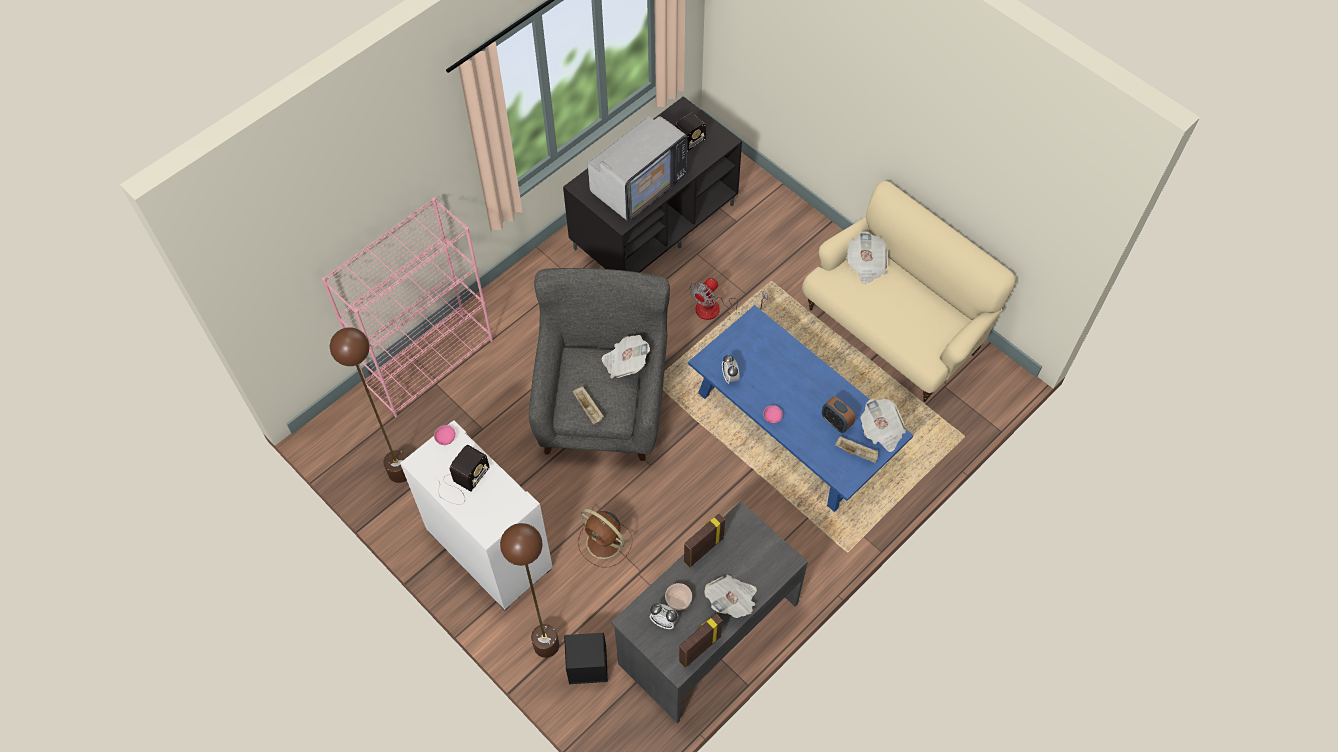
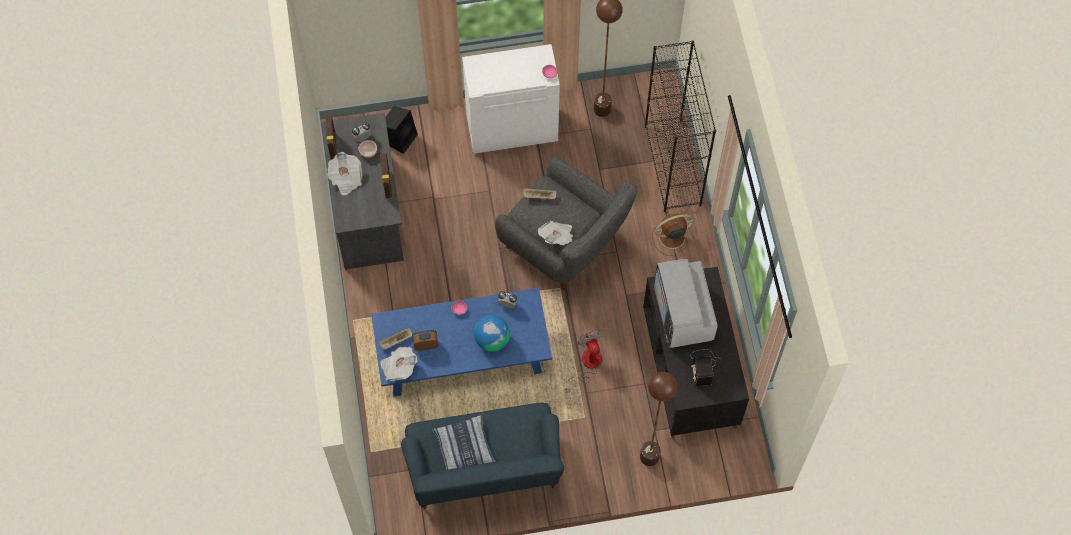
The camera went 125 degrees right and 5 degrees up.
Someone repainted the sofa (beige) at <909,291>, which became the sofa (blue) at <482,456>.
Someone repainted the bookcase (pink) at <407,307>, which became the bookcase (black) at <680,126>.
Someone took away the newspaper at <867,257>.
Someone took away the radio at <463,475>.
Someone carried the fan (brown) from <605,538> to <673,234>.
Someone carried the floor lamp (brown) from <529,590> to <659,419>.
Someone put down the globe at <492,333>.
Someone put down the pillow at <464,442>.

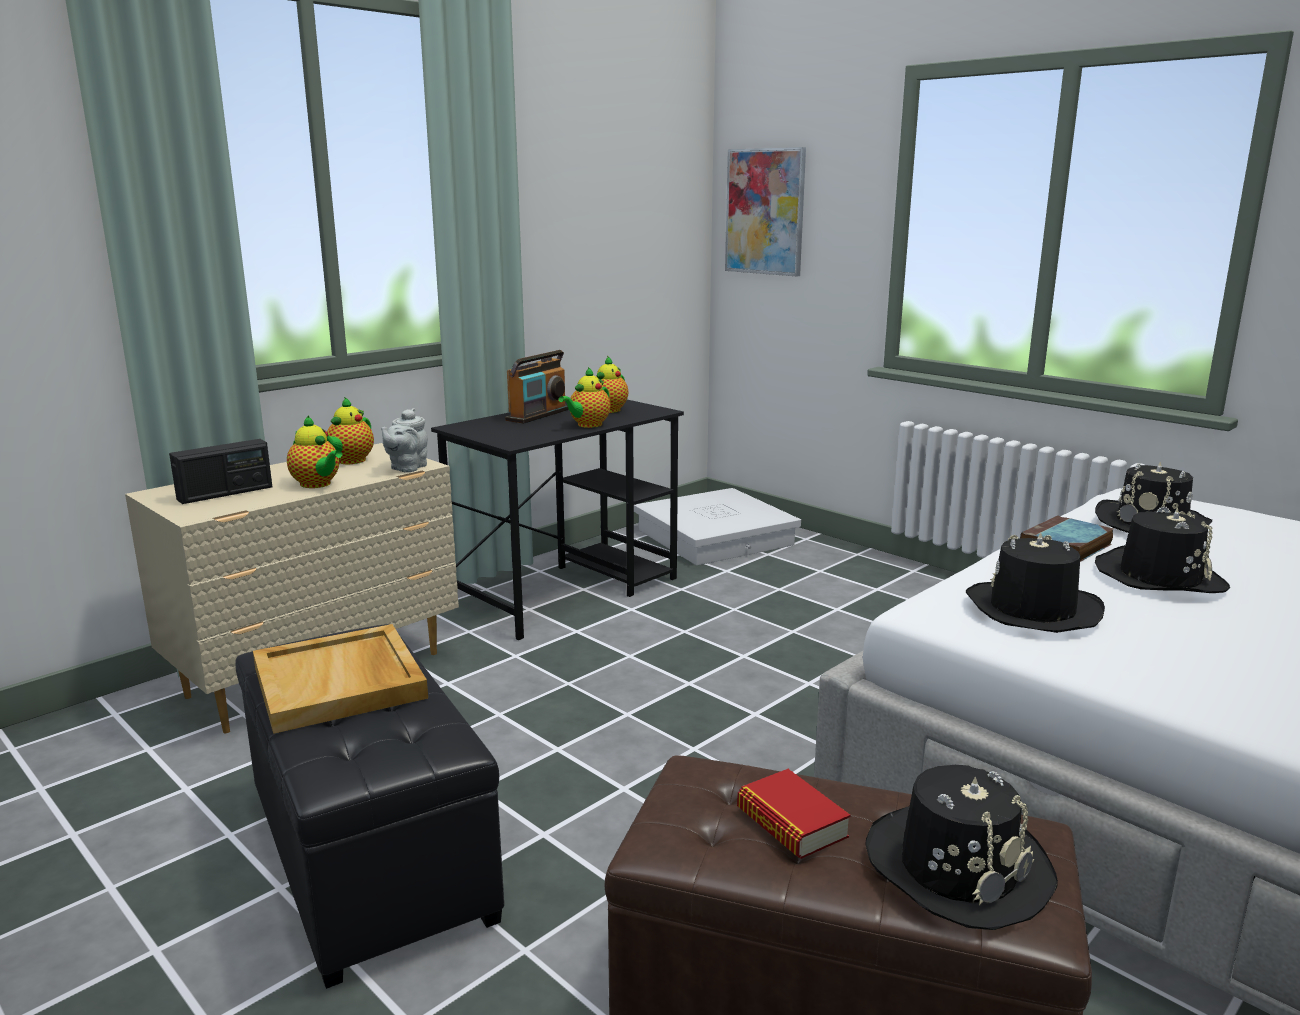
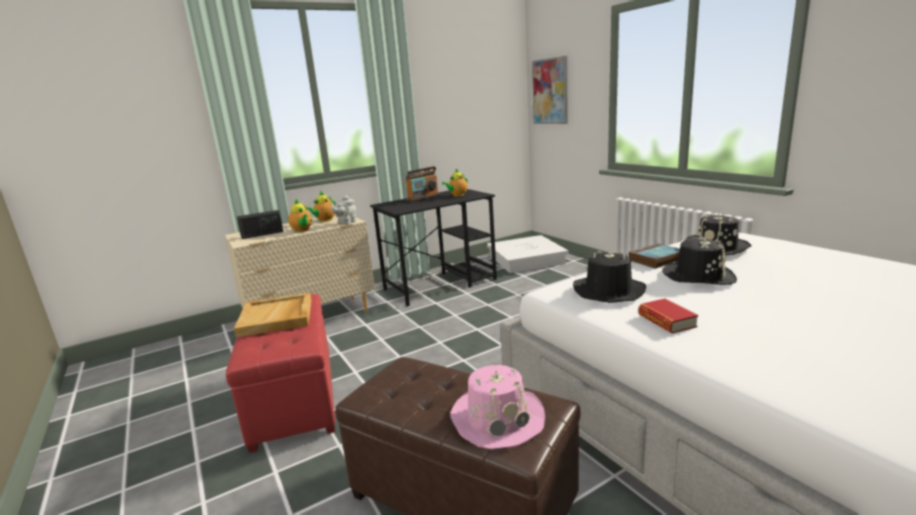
The camera went 15 degrees right and 0 degrees up.
Someone took away the teapot at <585,397>.
Someone repainted the ottoman (black) at <369,806>, which became the ottoman (red) at <280,373>.
Someone repainted the hat (black) at <961,847>, which became the hat (pink) at <497,407>.
Someone carried the book from <794,814> to <668,315>.

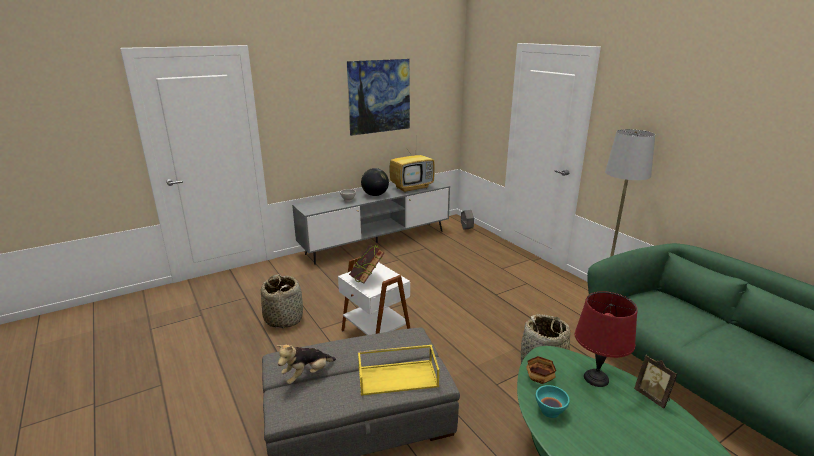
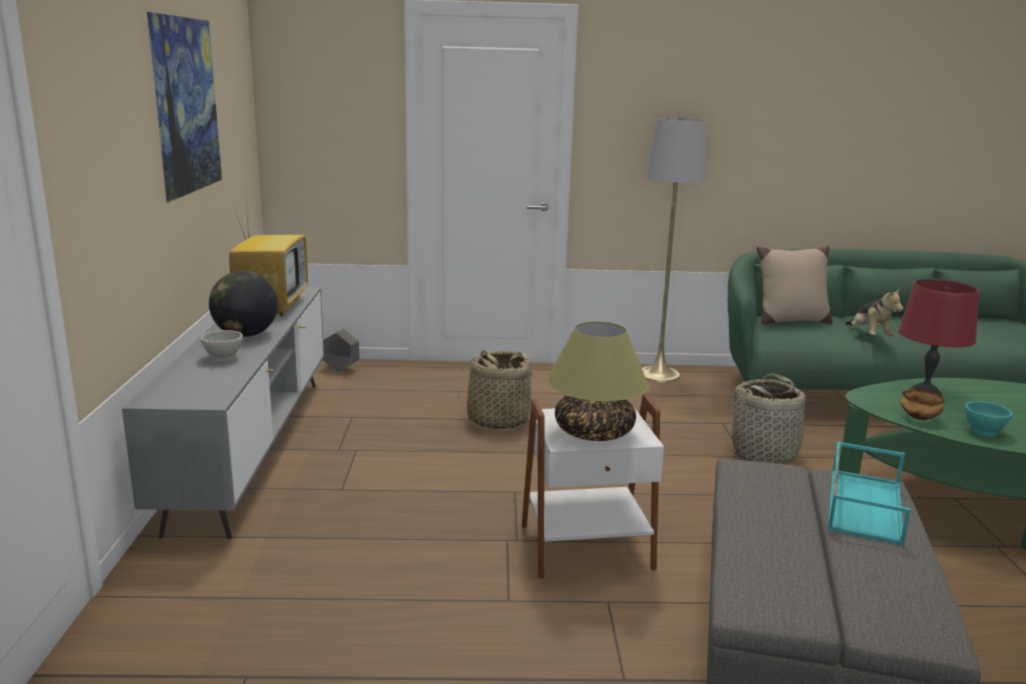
The camera went 60 degrees left and 5 degrees down.
Someone swapped the book at <367,264> for the table lamp at <598,381>.
Someone carried the basket from <282,301> to <496,389>.
Someone carried the plush toy from <306,364> to <874,312>.
Someone repainted the tray (yellow) at <398,370>, which became the tray (turquoise) at <869,493>.
Someone took away the picture frame at <655,382>.
Someone put down the pillow (beige) at <794,285>.

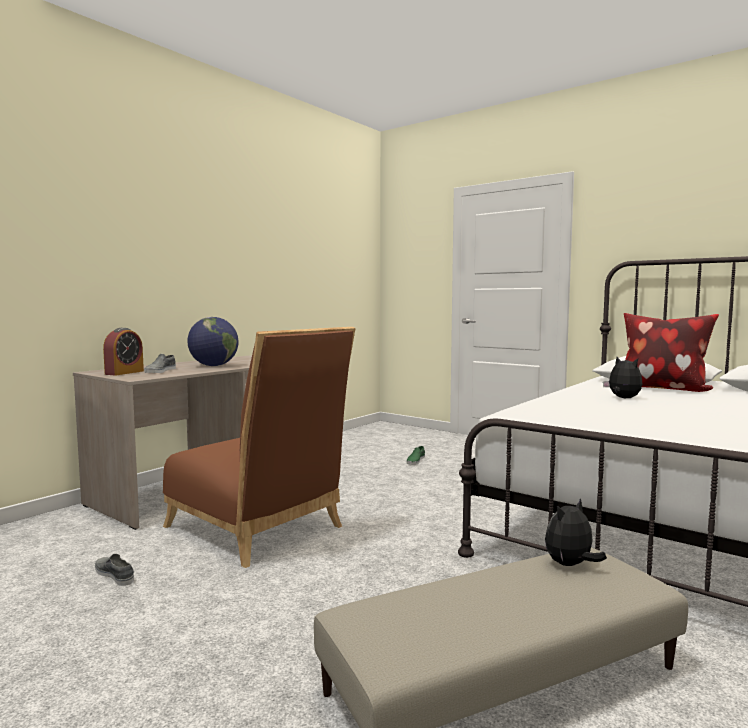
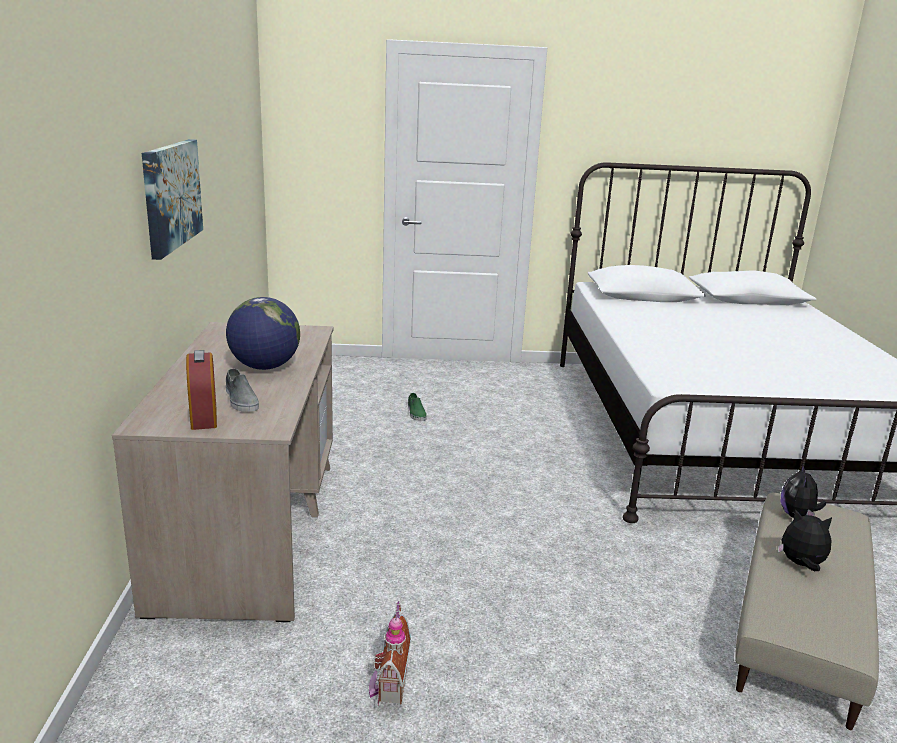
The camera went 40 degrees left and 15 degrees up.
Someone took away the pillow at <671,352>.
Someone took away the chair (brown) at <259,447>.
Someone carried the plush toy from <622,377> to <805,540>.
Someone swapped the shoe (grey) at <114,570> for the toy house at <390,653>.
Someone put up the picture at <172,199>.

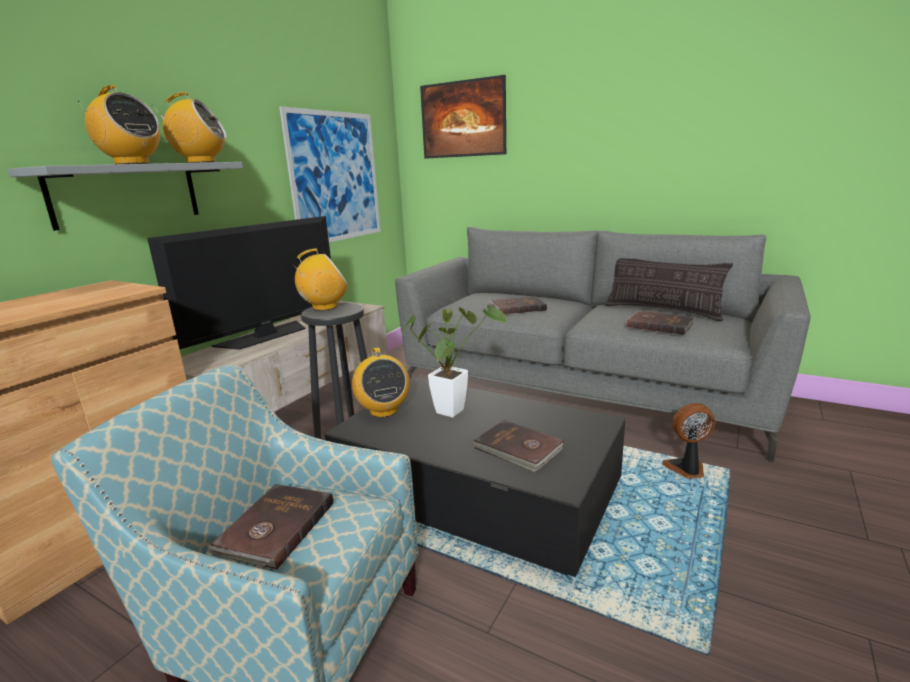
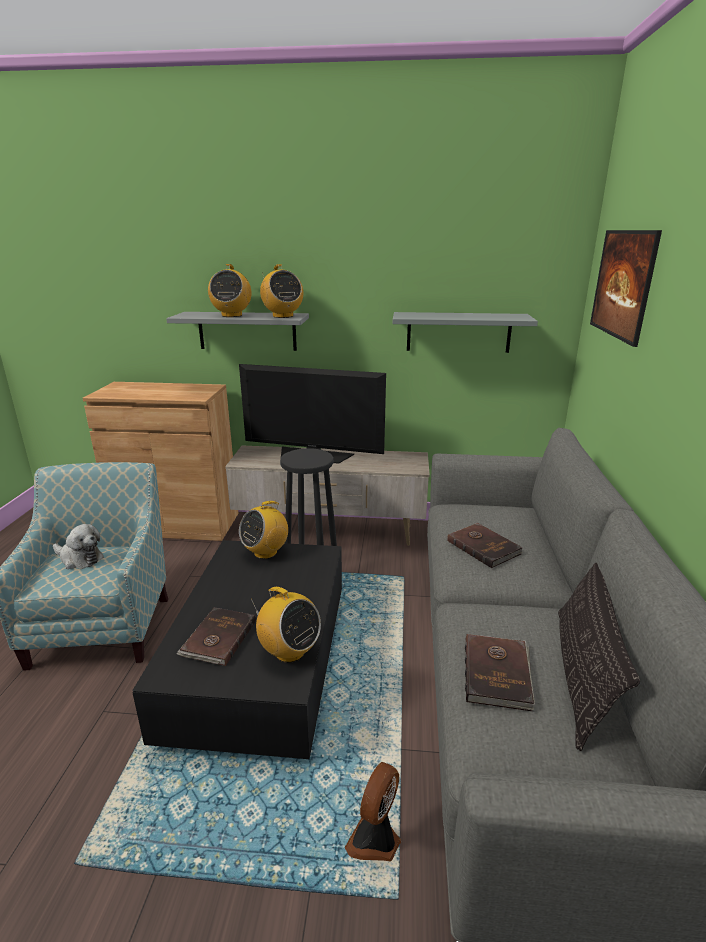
The camera went 65 degrees right and 5 degrees up.
Someone swapped the picture at <329,174> for the shelf (grey) at <465,332>.
Someone carried the radio from <321,280> to <286,625>.
Someone took away the potted plant at <454,360>.
Someone rotated the fan at <688,441> by 120 degrees counterclockwise.
Someone swapped the book (brown) at <269,527> for the plush toy at <78,546>.

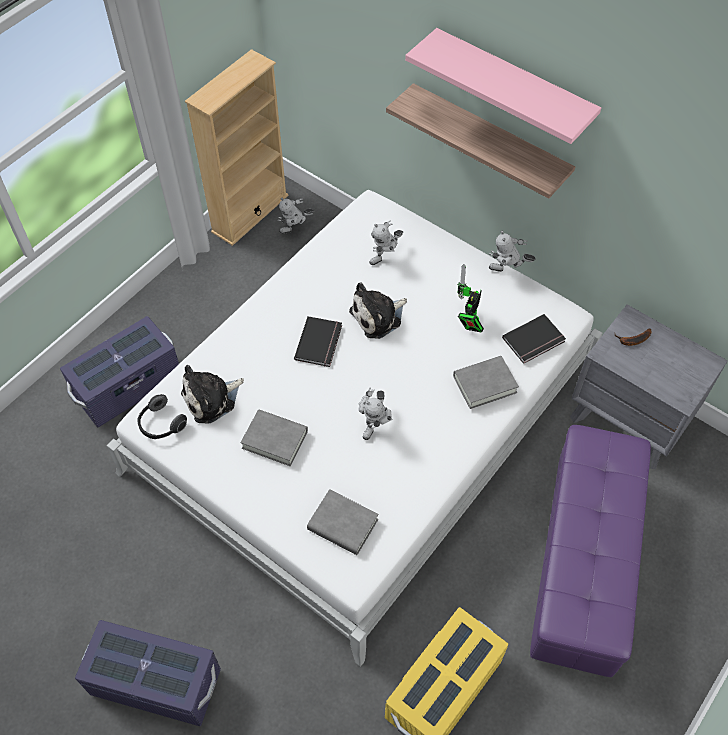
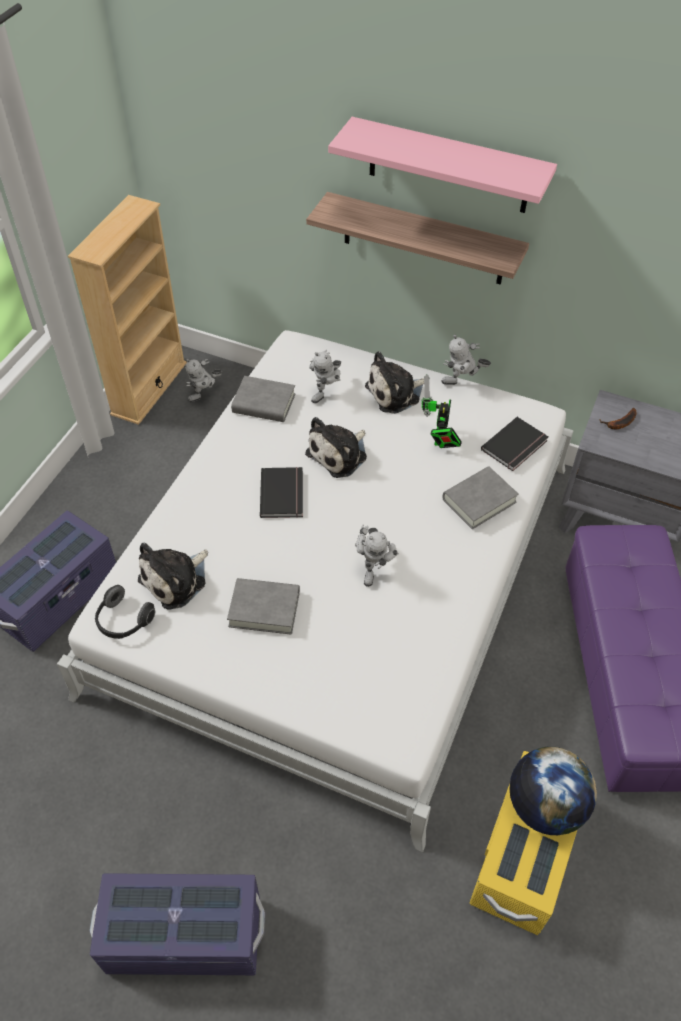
The camera went 15 degrees left and 5 degrees down.
Someone carried the book (grey) from <342,522> to <263,399>.
Someone put down the plush toy at <394,382>.
Someone put down the globe at <553,791>.

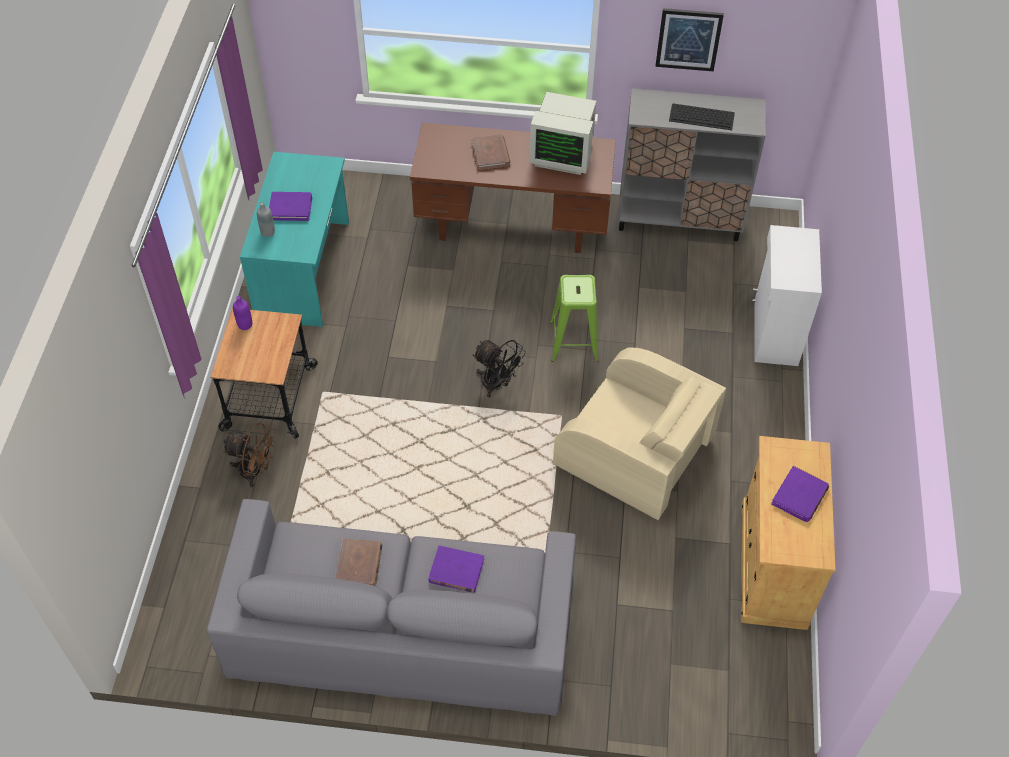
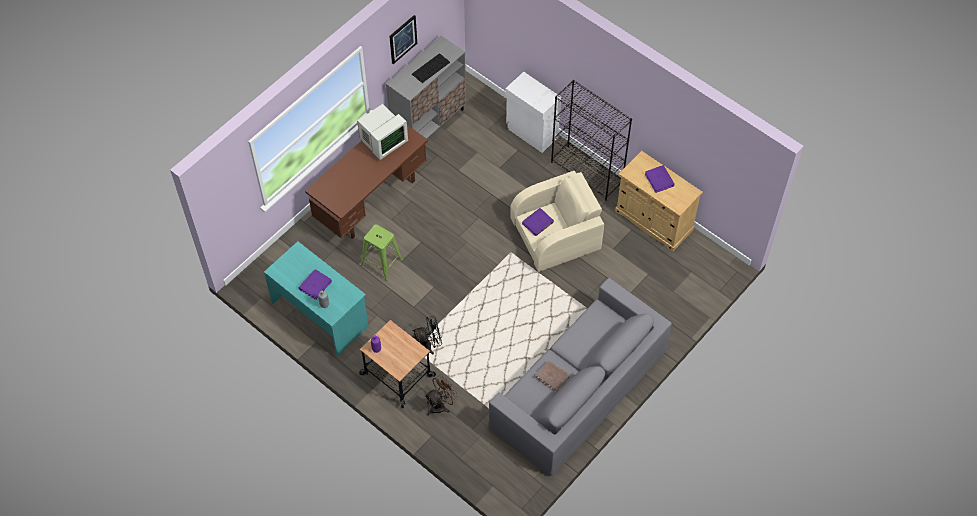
The camera went 55 degrees left and 5 degrees up.
Someone took away the book (brown) at <490,152>.
Someone carried the stool (green) from <574,318> to <382,252>.
Someone carried the fan (black) from <499,369> to <427,335>.
Someone carried the book (purple) from <456,569> to <538,222>.
Someone put down the bookcase (black) at <591,140>.

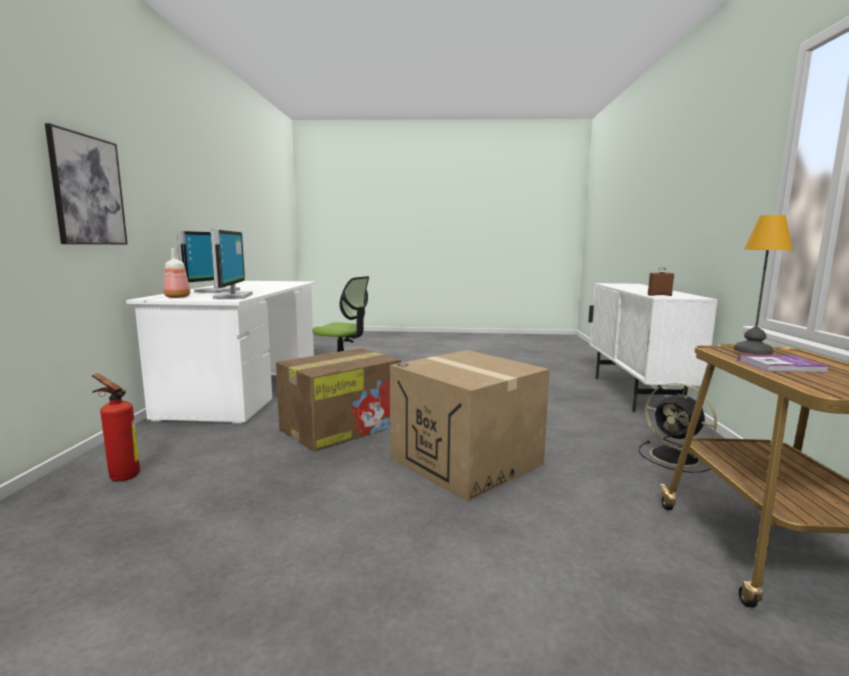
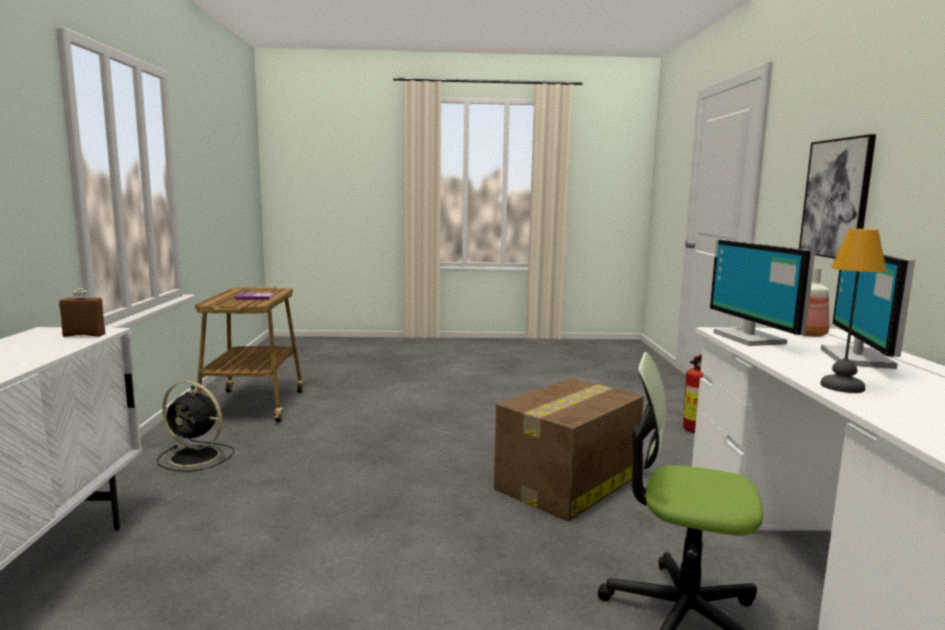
The camera went 175 degrees right and 0 degrees up.
Someone carried the table lamp from <763,285> to <853,311>.
Someone took away the cardboard box at <470,426>.
Someone rotated the fan (black) at <677,428> by 150 degrees clockwise.

